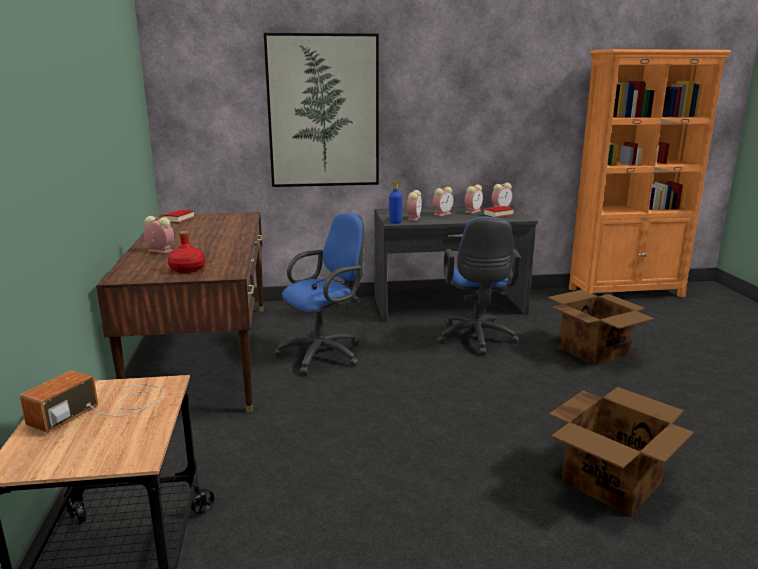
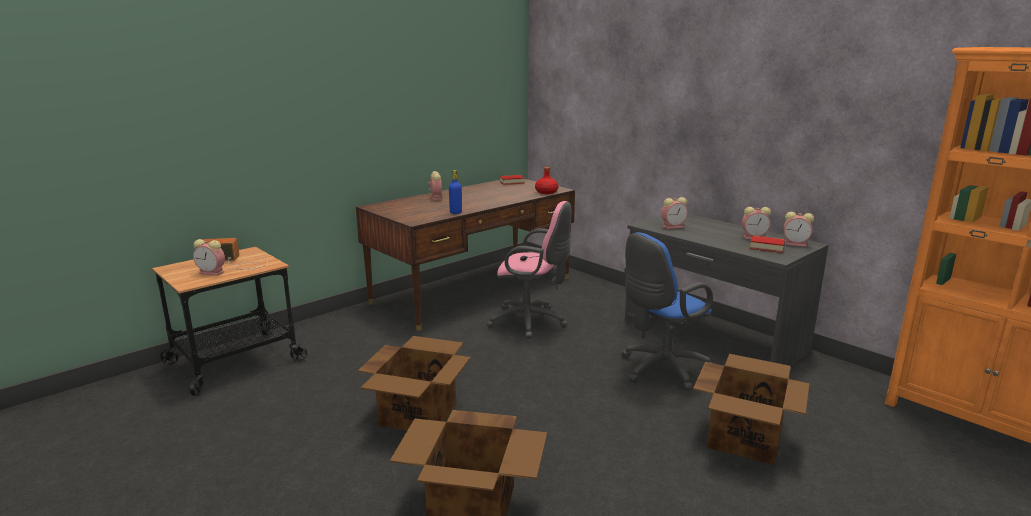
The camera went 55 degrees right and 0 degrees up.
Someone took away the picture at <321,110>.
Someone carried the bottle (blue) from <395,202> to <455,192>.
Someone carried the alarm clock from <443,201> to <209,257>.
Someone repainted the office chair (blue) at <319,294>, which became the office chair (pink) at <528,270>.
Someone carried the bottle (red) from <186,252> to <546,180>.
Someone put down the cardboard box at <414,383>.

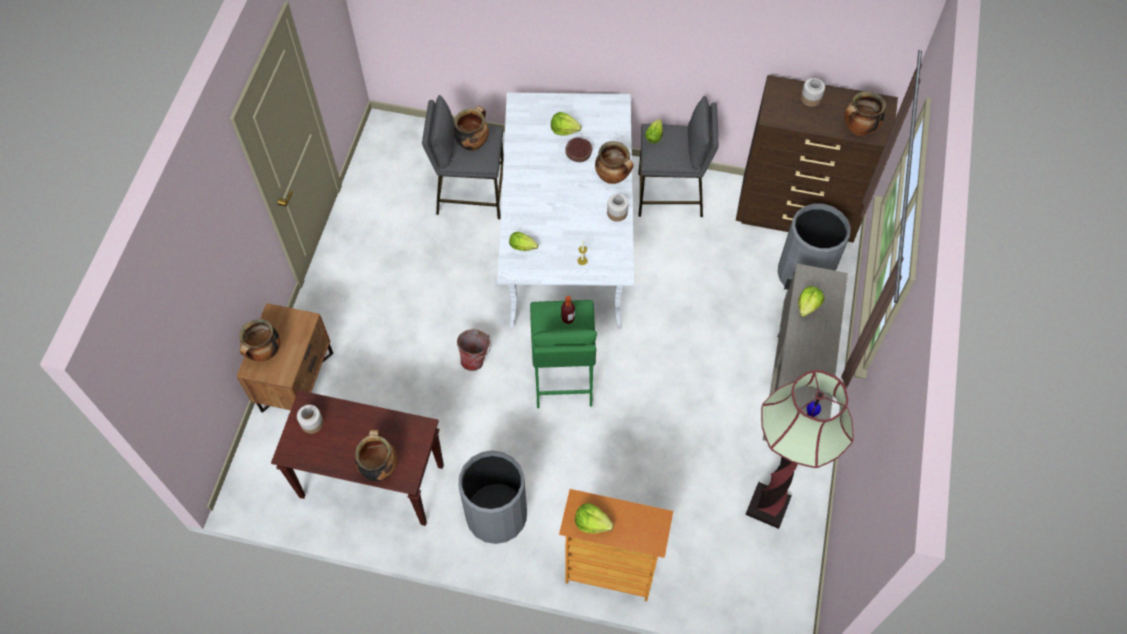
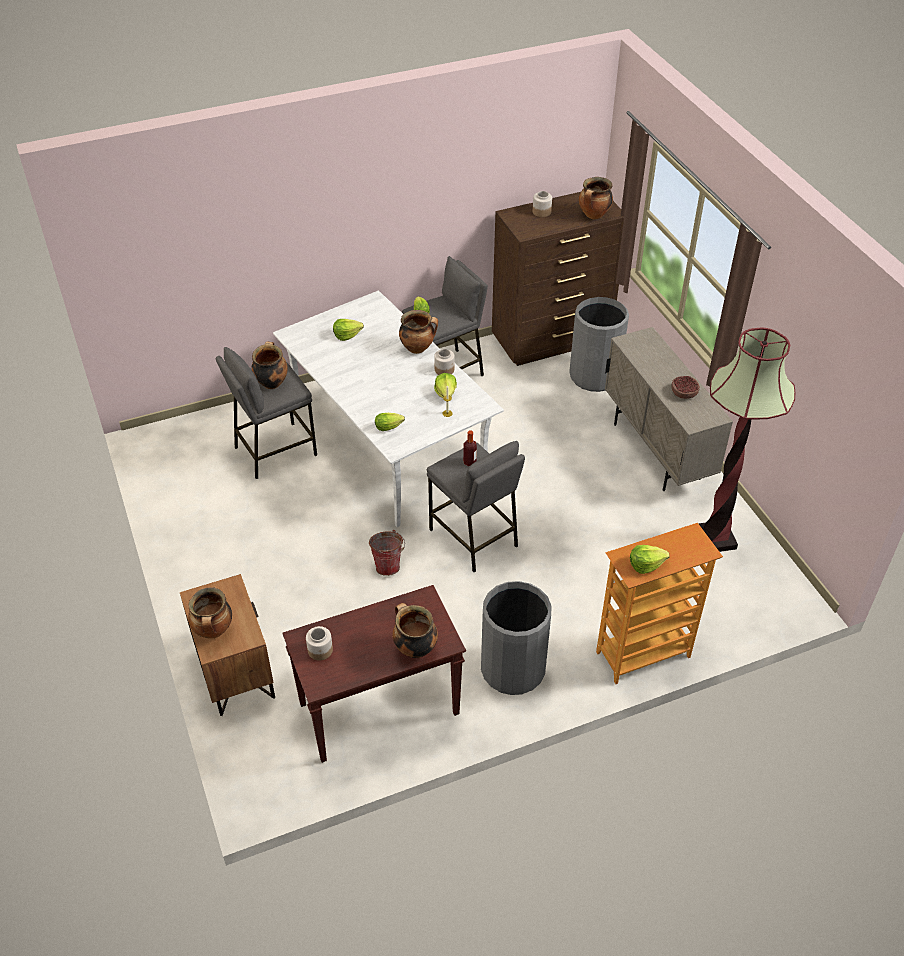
The camera went 35 degrees left and 15 degrees down.
Someone carried the bowl from <578,149> to <685,387>.
Someone carried the lettuce from <811,301> to <445,385>.
Someone repainted the stool (green) at <563,354>, which became the stool (grey) at <476,506>.

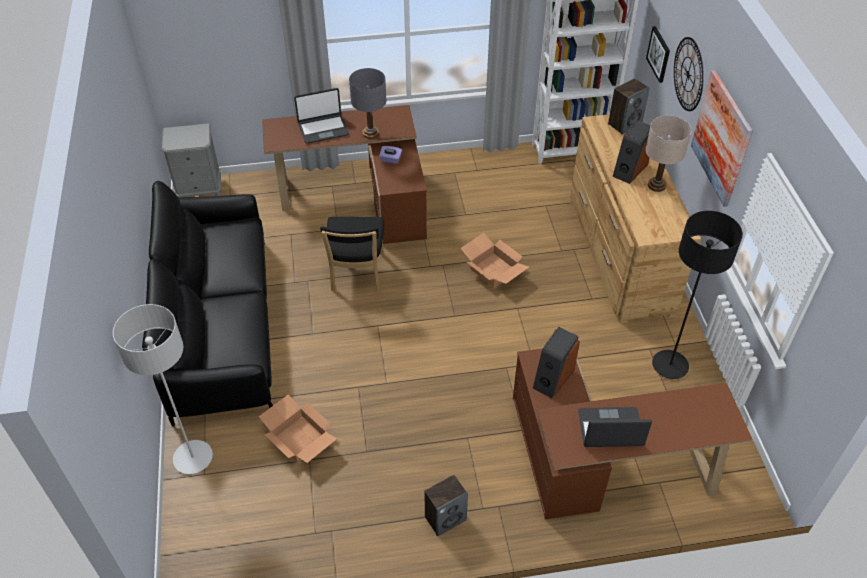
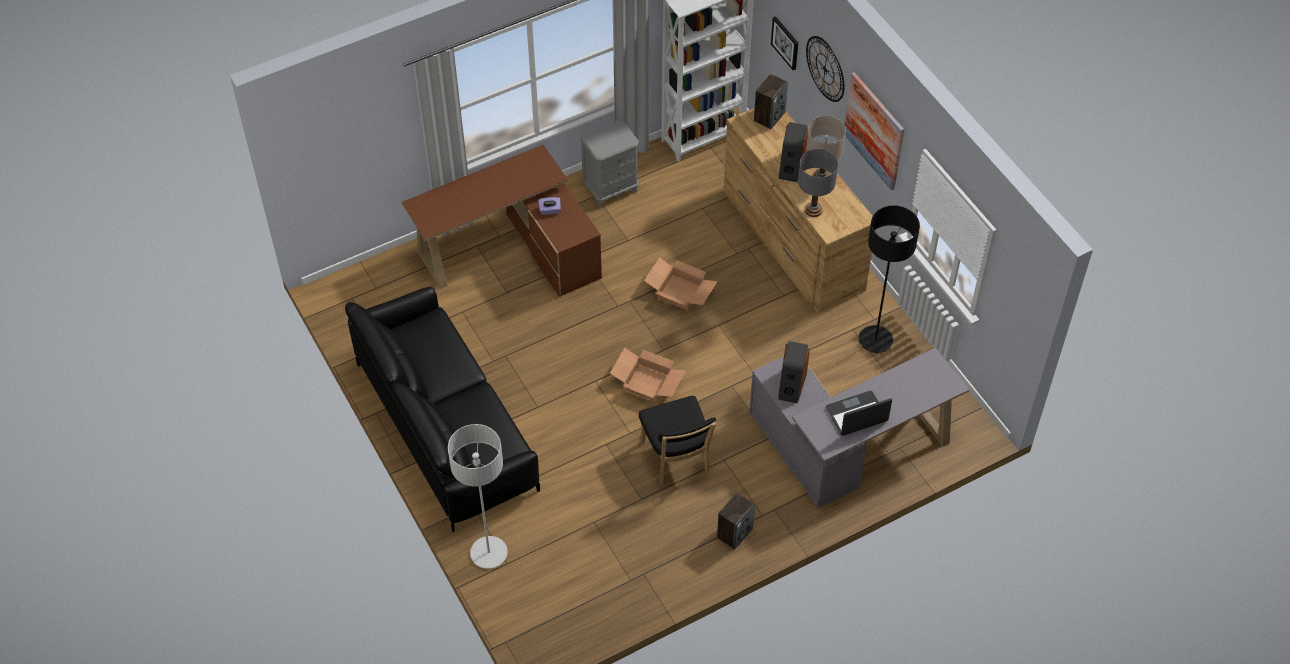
The camera went 20 degrees left and 5 degrees up.
Someone carried the table lamp (grey) from <368,103> to <818,183>.
Someone took away the laptop at <321,116>.
Someone carried the nightstand (grey) from <191,160> to <609,163>.
Someone carried the chair (black) from <352,254> to <677,440>.
Someone repainted the desk (brown) at <632,434>, which became the desk (grey) at <859,428>.
Someone carried the cardboard box from <298,428> to <648,375>.

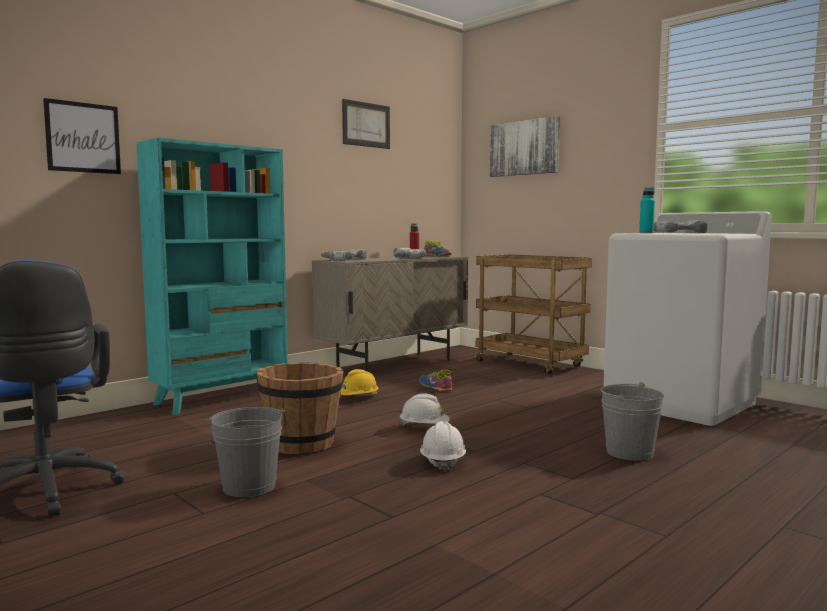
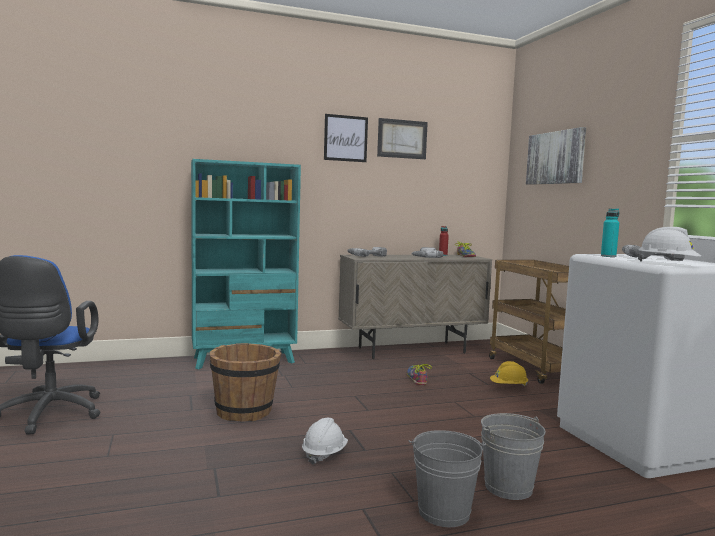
The camera went 25 degrees right and 0 degrees up.
Someone carried the picture from <82,136> to <346,138>.
Someone carried the hard hat (yellow) from <359,382> to <509,373>.
Someone carried the hard hat (white) from <424,410> to <669,244>.
Someone carried the bucket (grey) from <245,452> to <447,478>.

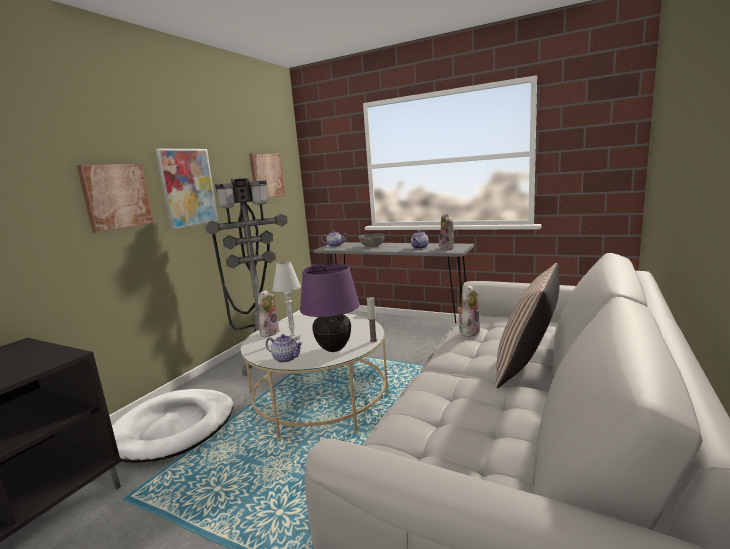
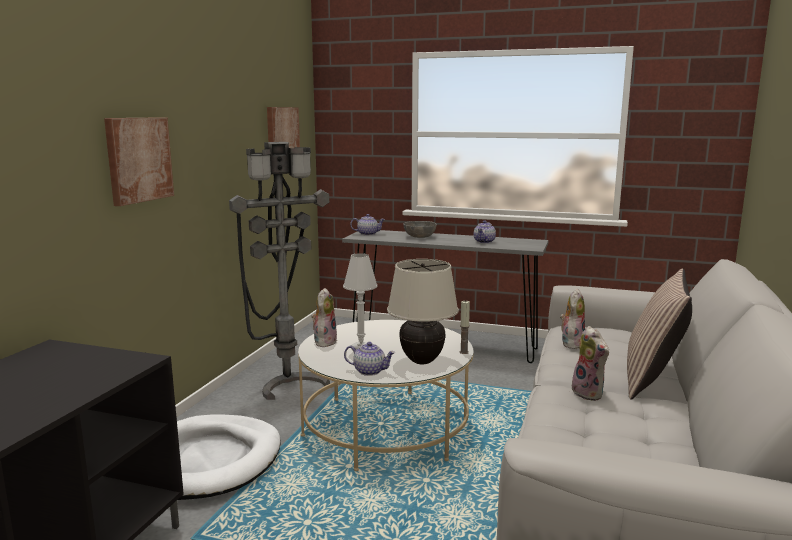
The camera went 10 degrees left and 0 degrees up.
Someone took away the picture at <187,189>.
Someone carried the plush toy from <447,231> to <588,363>.
Someone repainted the table lamp (purple) at <330,307>, which became the table lamp (beige) at <423,311>.

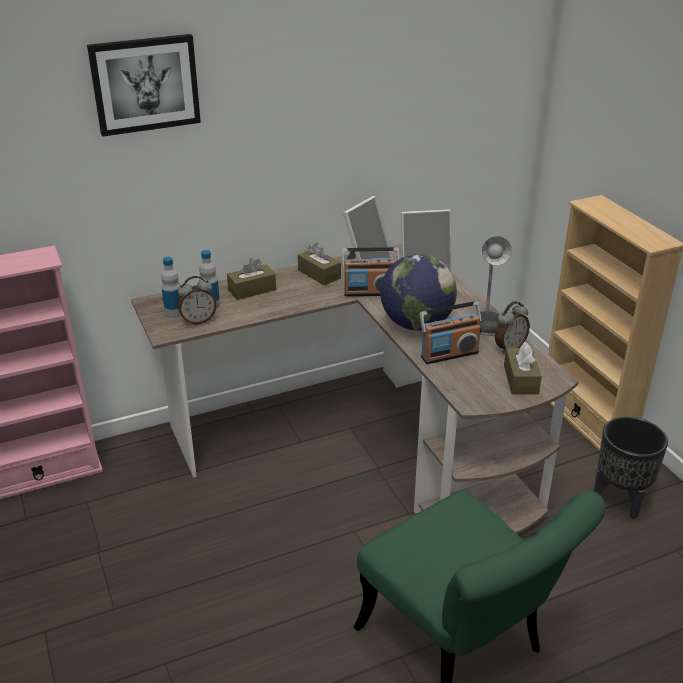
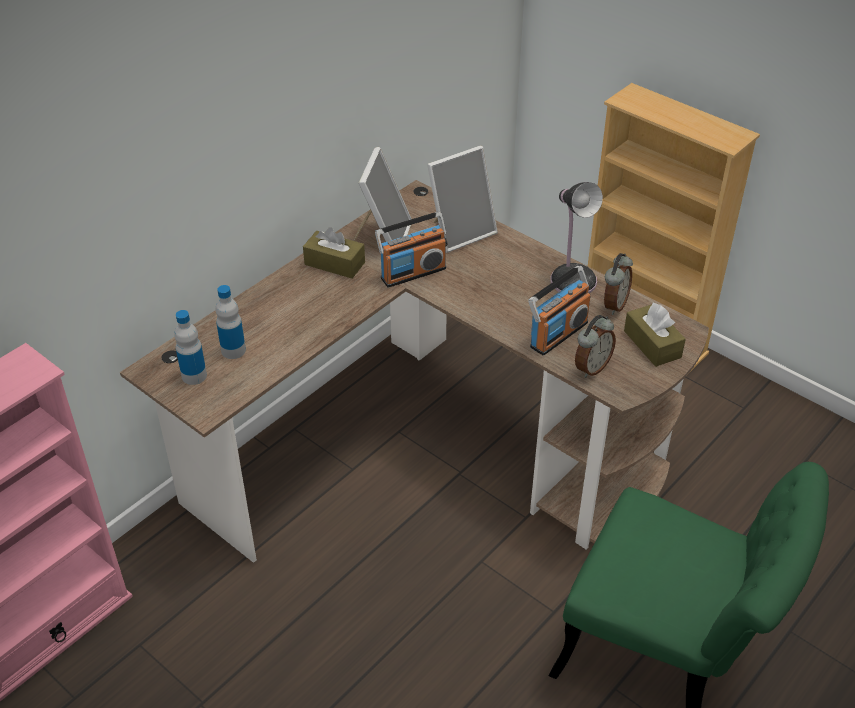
The camera went 25 degrees left and 10 degrees up.
Someone took away the picture at <144,85>.
Someone took away the globe at <418,292>.
Someone took away the tissue box (brown) at <251,279>.
Someone carried the alarm clock from <197,300> to <595,346>.
Someone took away the planter (black) at <631,467>.

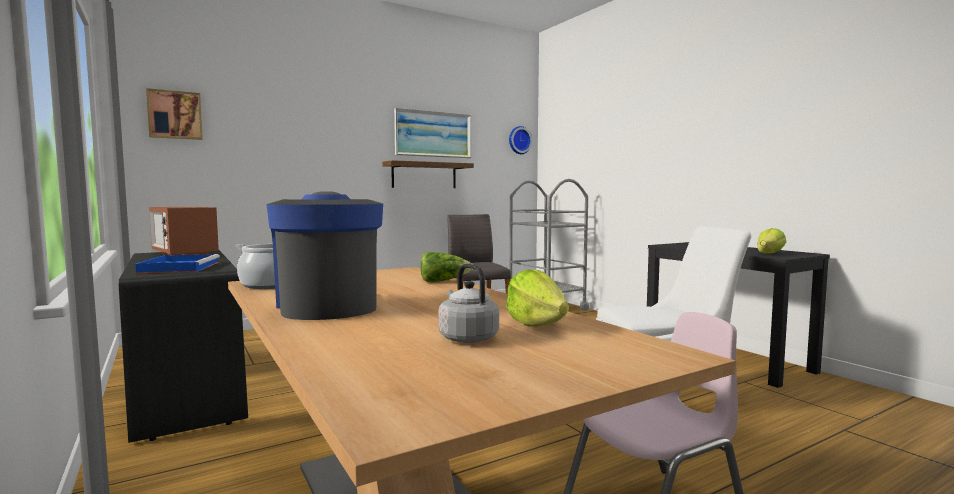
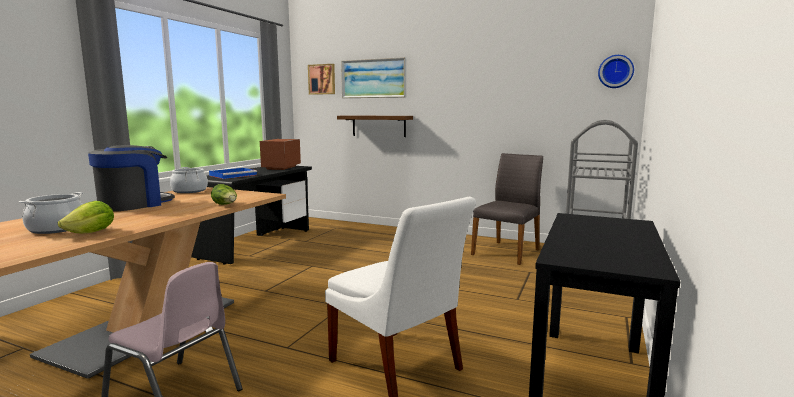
The camera went 55 degrees right and 5 degrees up.
Someone carried the picture from <432,133> to <373,77>.
Someone carried the shelf from <428,174> to <375,126>.
Someone took away the lettuce at <771,241>.
Someone swapped the kettle (grey) at <468,303> for the cooking pot at <51,213>.

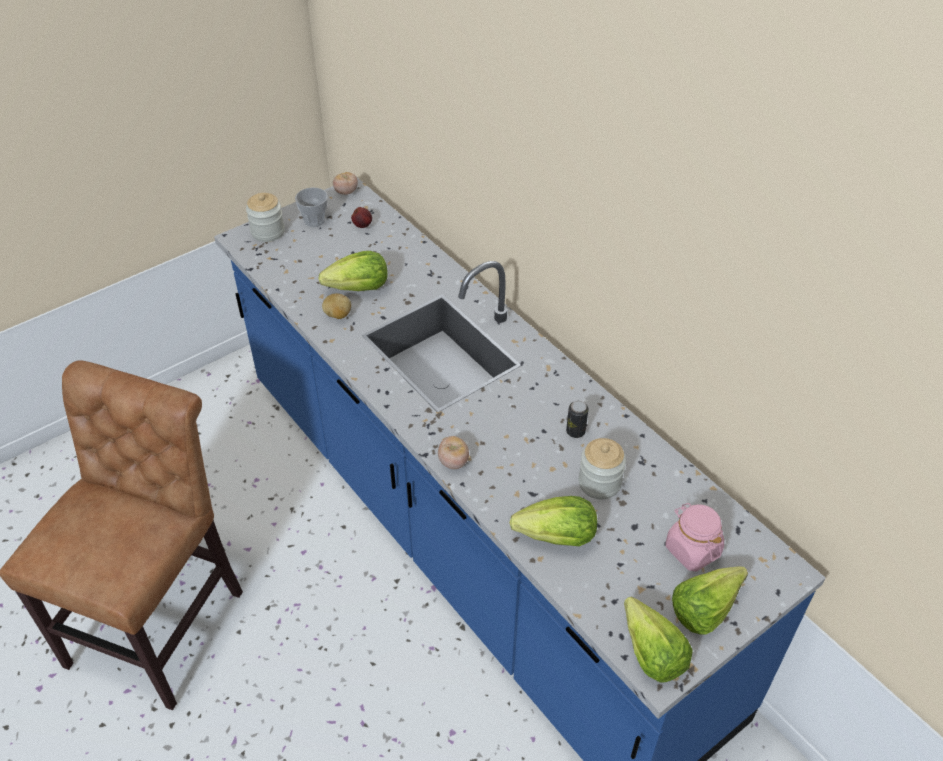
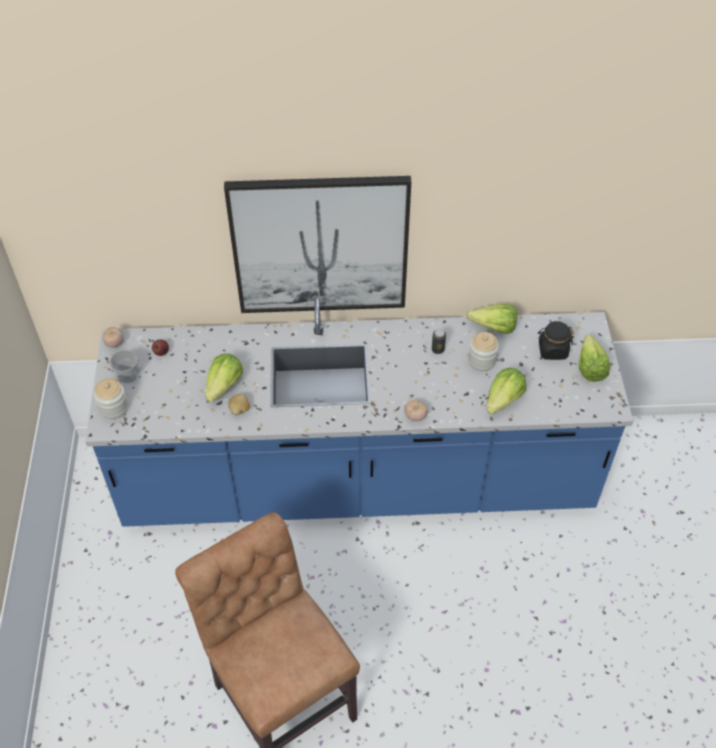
The camera went 55 degrees left and 5 degrees up.
Someone repainted the jar (pink) at <695,537>, which became the jar (black) at <556,340>.
Someone carried the lettuce from <658,640> to <492,319>.
Someone put up the picture at <317,244>.

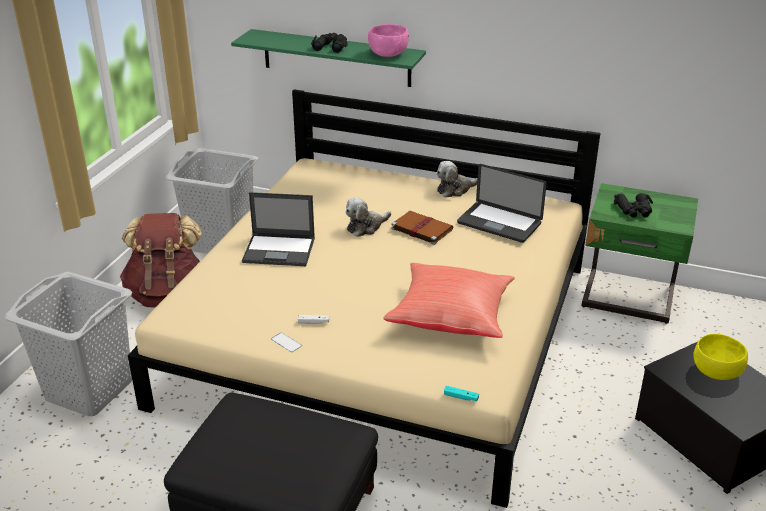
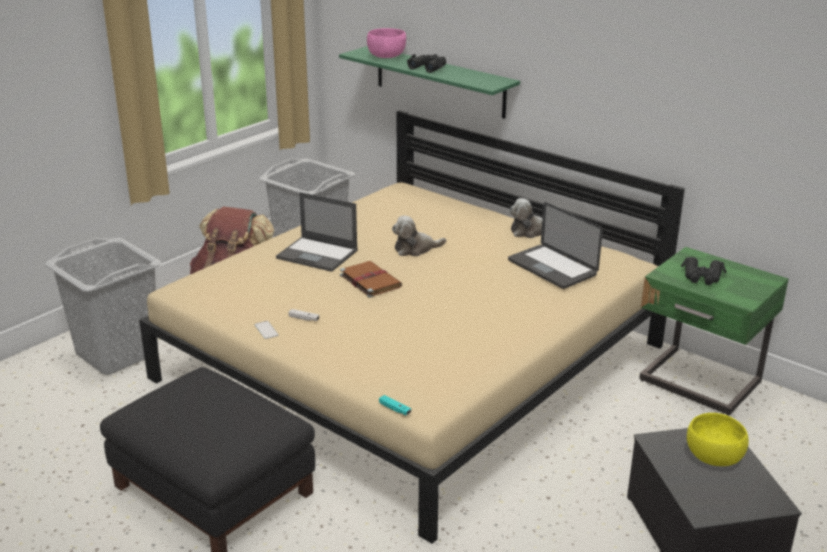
The camera went 20 degrees right and 5 degrees down.
Someone carried the bowl (pink) from <389,40> to <386,43>.
Someone carried the book (brown) from <422,228> to <371,279>.
Someone took away the pillow (red) at <449,300>.

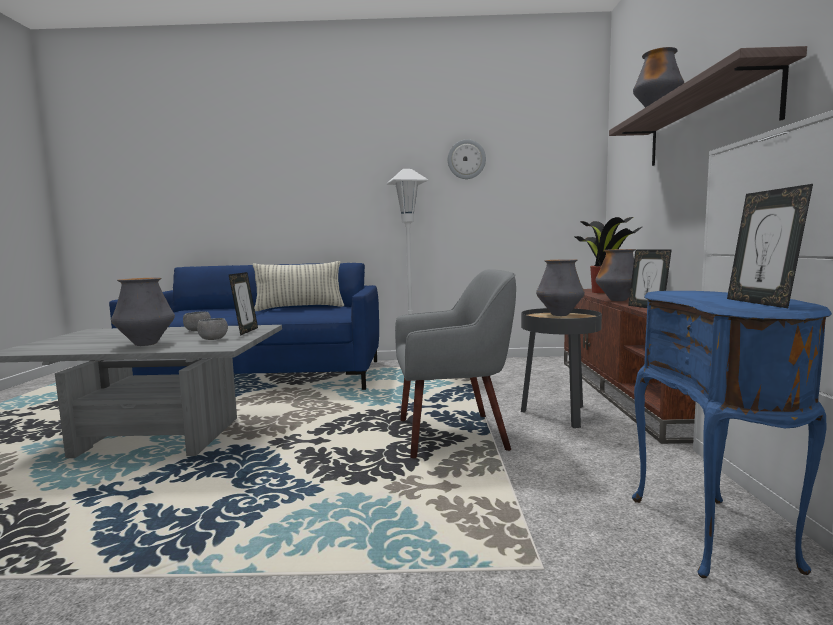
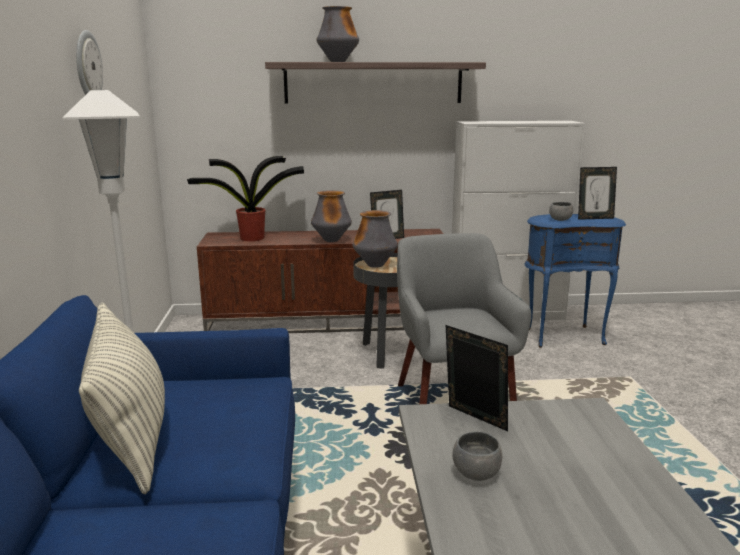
The camera went 95 degrees left and 10 degrees up.
Someone rotated the picture frame at <243,304> by 45 degrees clockwise.
Someone took away the vase at <143,312>.
Someone carried the bowl (grey) from <212,329> to <561,211>.

